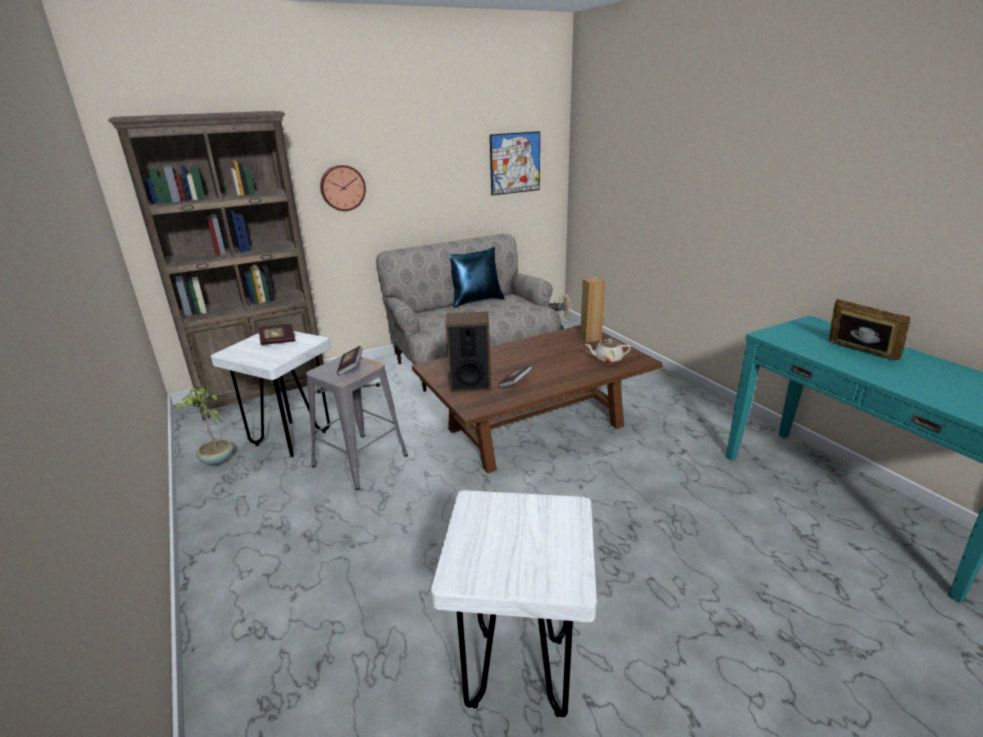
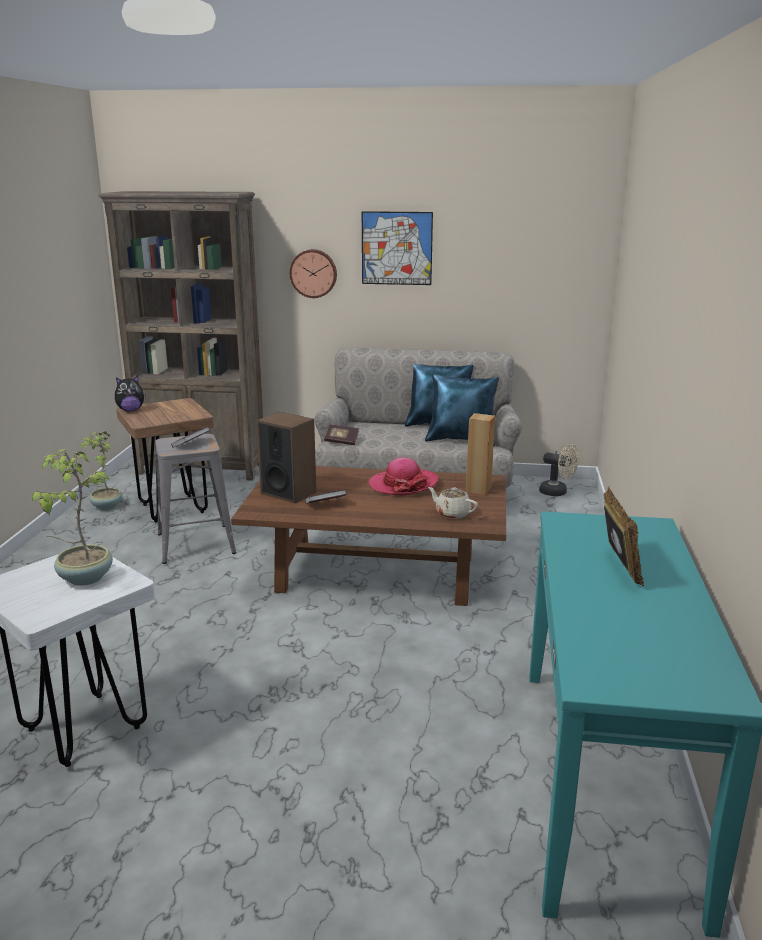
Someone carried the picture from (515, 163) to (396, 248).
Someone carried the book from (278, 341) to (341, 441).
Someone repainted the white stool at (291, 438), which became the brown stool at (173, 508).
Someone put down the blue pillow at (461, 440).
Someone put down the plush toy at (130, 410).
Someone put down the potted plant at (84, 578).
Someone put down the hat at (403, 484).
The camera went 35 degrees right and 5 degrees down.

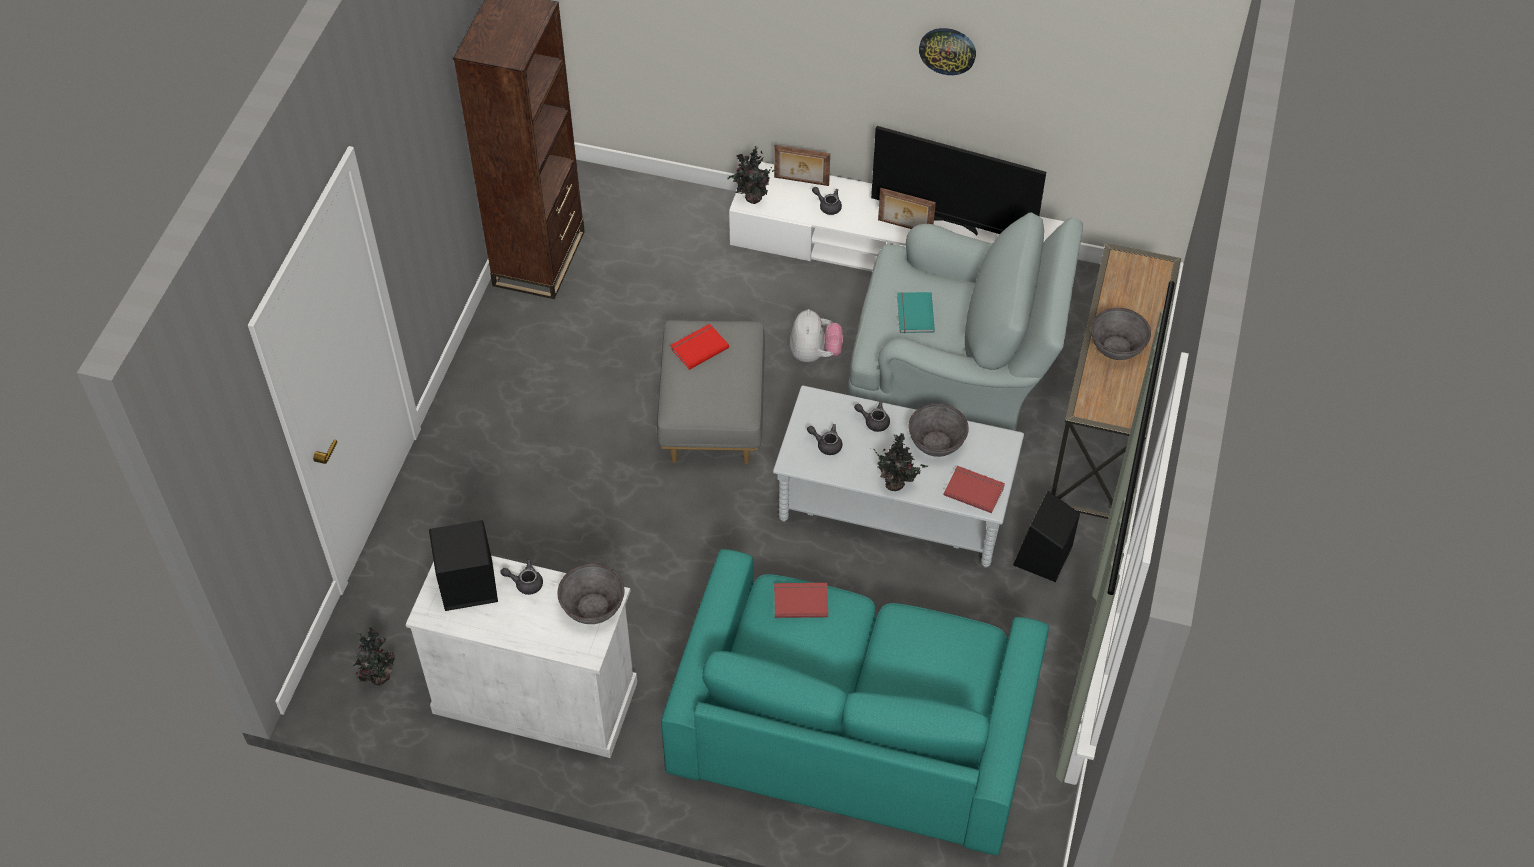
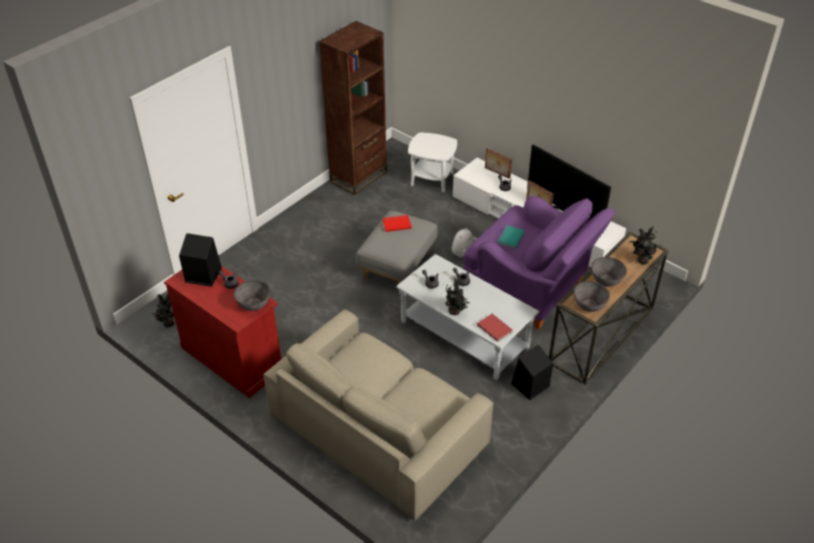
Someone took away the wall clock at (947, 50).
Someone carried the potted plant from (752, 199) to (641, 261).
Someone repainted the grey armchair at (955, 384), which became the purple armchair at (530, 291).
Someone carried the grey bowl from (936, 442) to (589, 305).
Someone repainted the turquoise sofa at (854, 725), which became the beige sofa at (379, 429).
Someone repainted the white cabinet at (535, 697), which became the red cabinet at (232, 358).
Someone took away the red book at (800, 600).
Someone put down the white side table at (431, 179).
The camera went 25 degrees right and 10 degrees down.

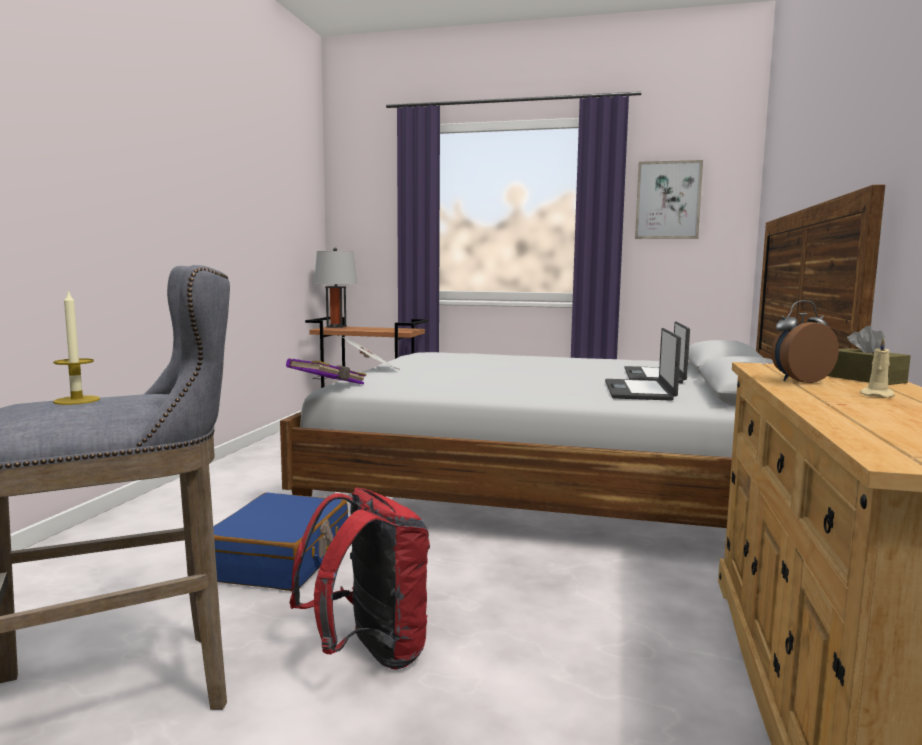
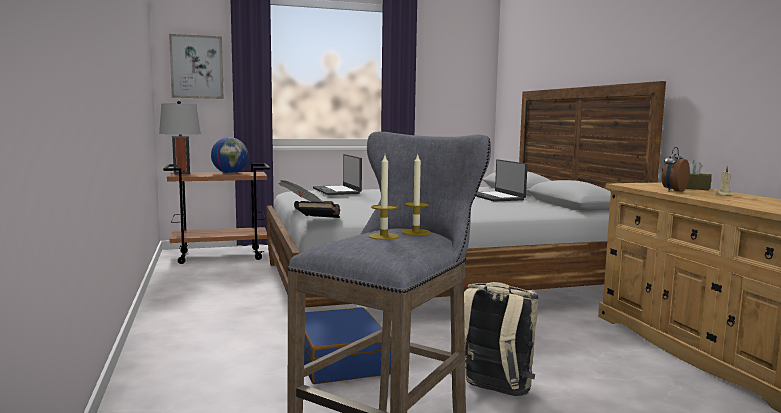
Someone carried the picture from (668, 200) to (197, 67).
Someone carried the laptop from (640, 391) to (337, 191).
Someone repainted the purple book at (328, 386), which became the black book at (319, 221).
Someone repainted the red backpack at (369, 653), which became the beige backpack at (493, 393).
Someone put down the globe at (230, 173).
Someone put down the candle at (416, 232).
The camera went 30 degrees left and 0 degrees up.

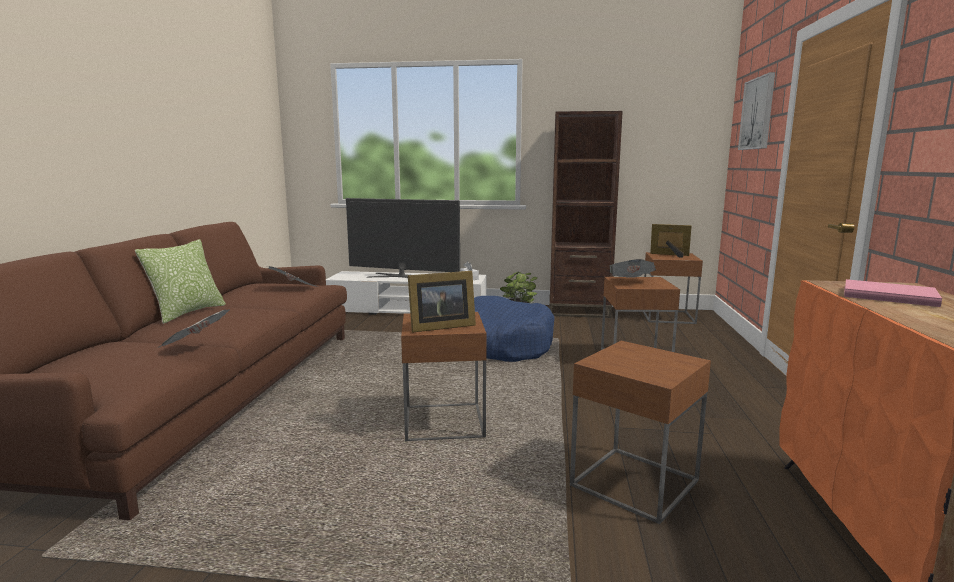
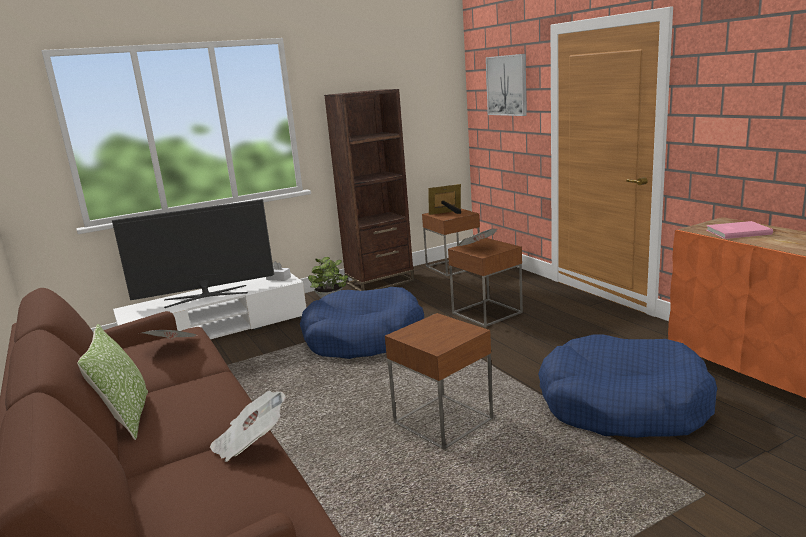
Someone took away the picture frame at (439, 326).
Someone swapped the brown side table at (634, 483) for the blue dog bed at (622, 404).
The camera went 35 degrees left and 5 degrees up.

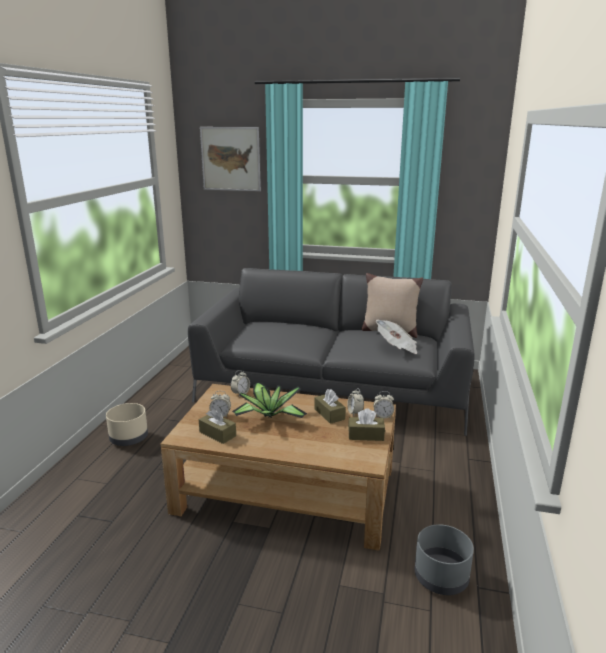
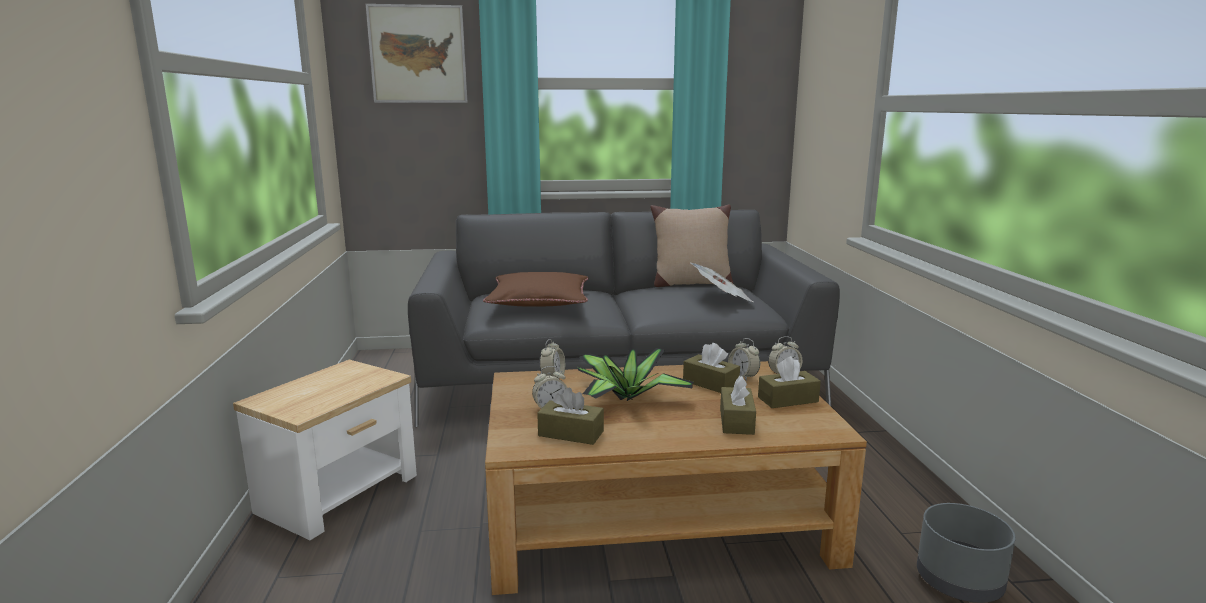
Someone swapped the beige planter at (129, 438) for the side table at (339, 495).
Someone put down the brown pillow at (539, 300).
Someone put down the brown tissue box at (736, 421).
The camera went 20 degrees left and 5 degrees down.

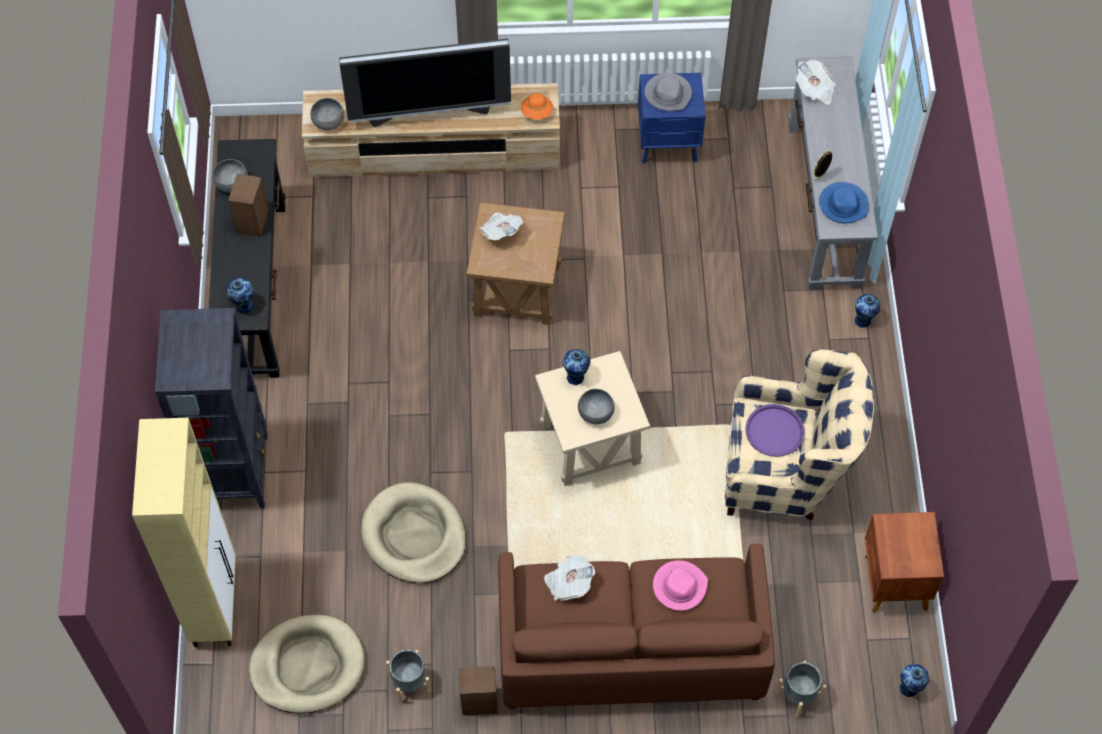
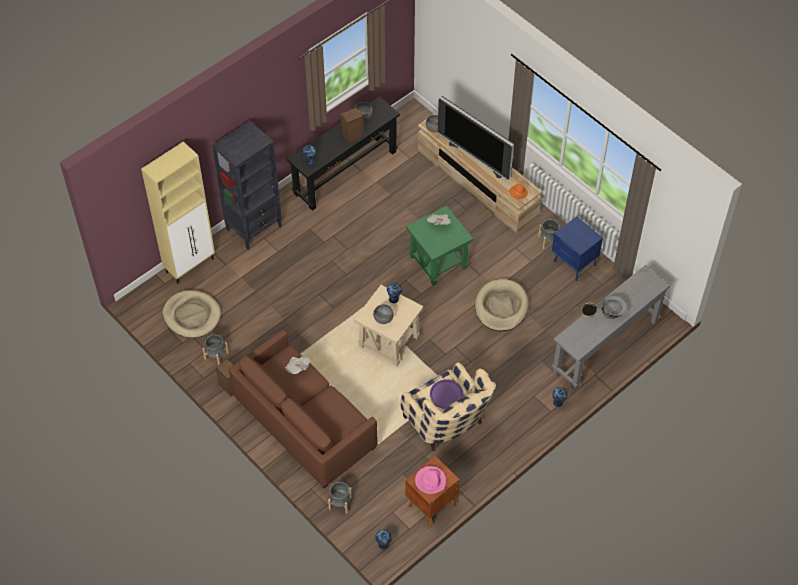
Someone took away the newspaper at (815, 89).
Someone took away the grey hat at (668, 94).
Someone took away the blue hat at (843, 204).
Someone repainted the brown side table at (518, 289), which became the green side table at (439, 262).
Someone carried the beige dog bed from (414, 536) to (501, 307).
Someone carried the pink hat from (679, 586) to (430, 481).
Someone put down the grey planter at (548, 240).
Someone put down the grey bowl at (613, 311).
The camera went 50 degrees right and 5 degrees down.

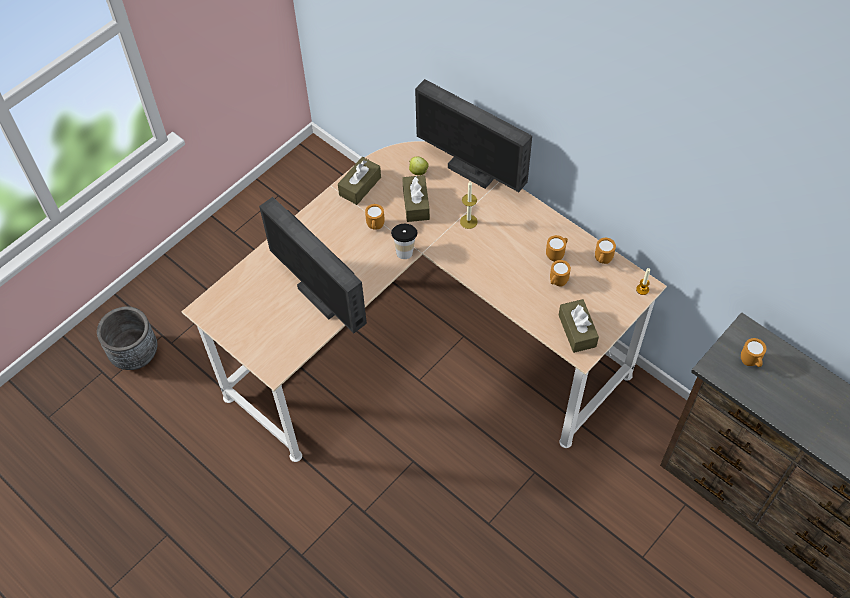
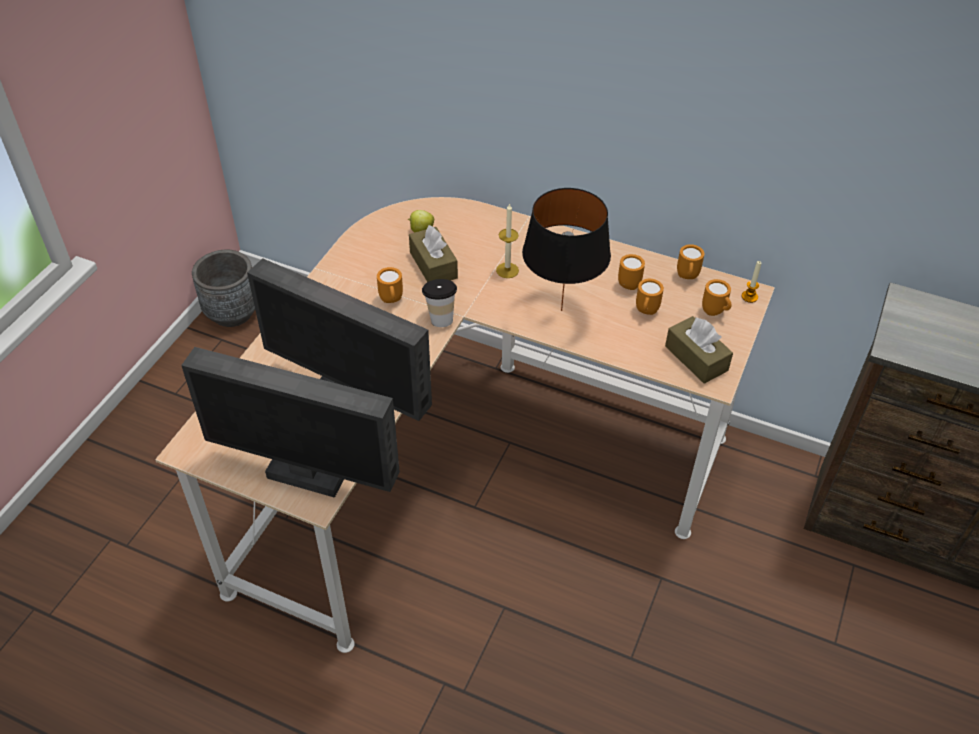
Someone carried the monitor from (471, 172) to (307, 476).
Someone took away the brown tissue box at (360, 186).
Someone carried the grey planter from (135, 354) to (232, 313).
Someone carried the orange mug from (750, 363) to (715, 313).
Someone put down the black table lamp at (561, 311).
The camera went 20 degrees left and 10 degrees down.

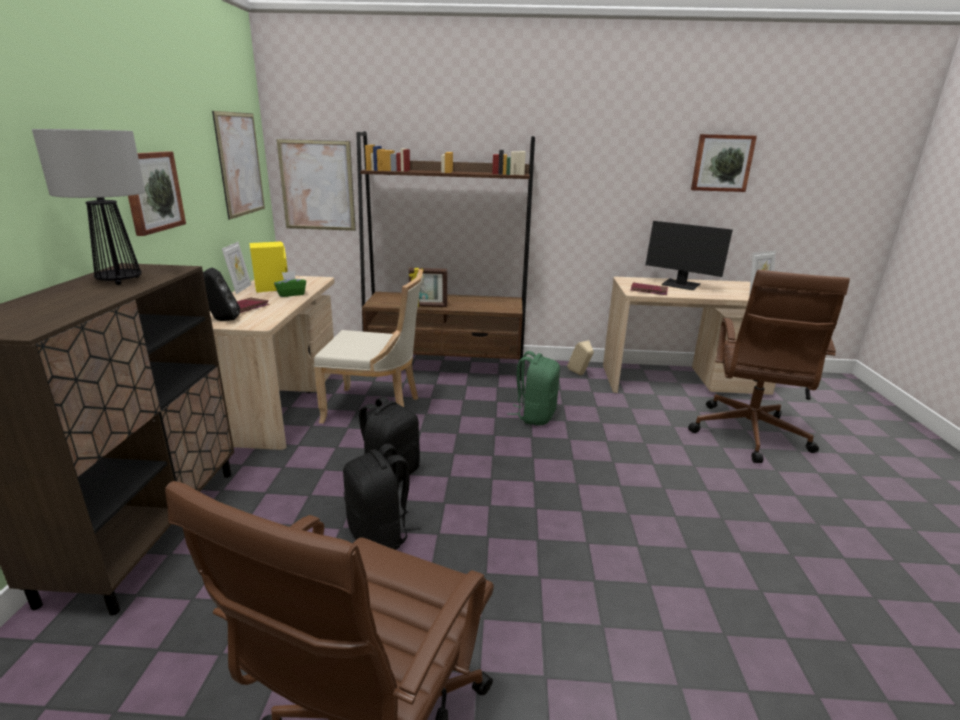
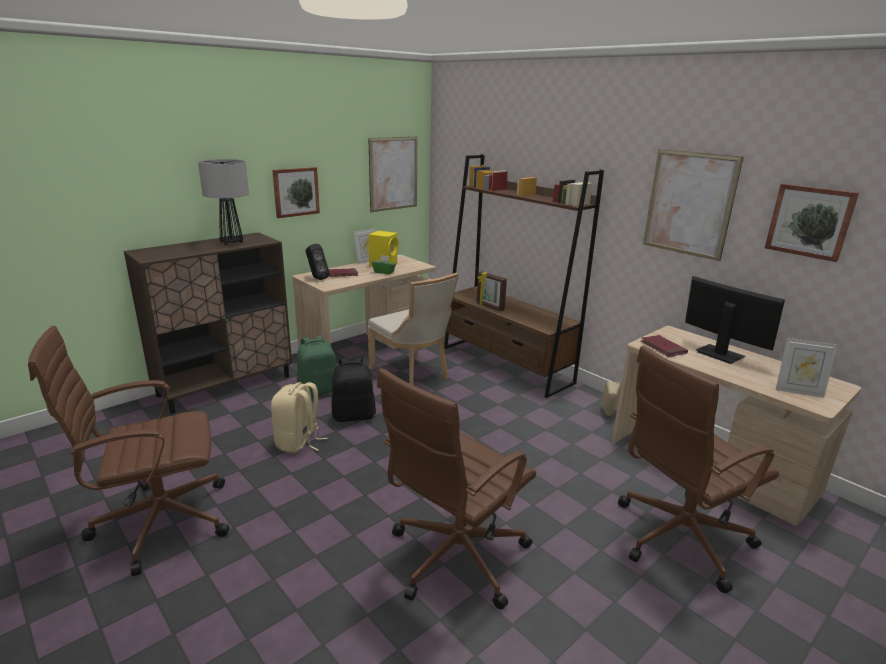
Someone carried the picture from (317, 186) to (689, 204).
Someone rotated the monitor at (680, 285) by 150 degrees clockwise.
Someone carried the green backpack from (535, 415) to (318, 390).
Someone repainted the black backpack at (380, 535), which became the beige backpack at (298, 442).
Someone put down the brown office chair at (454, 558).
The camera went 45 degrees right and 0 degrees up.

